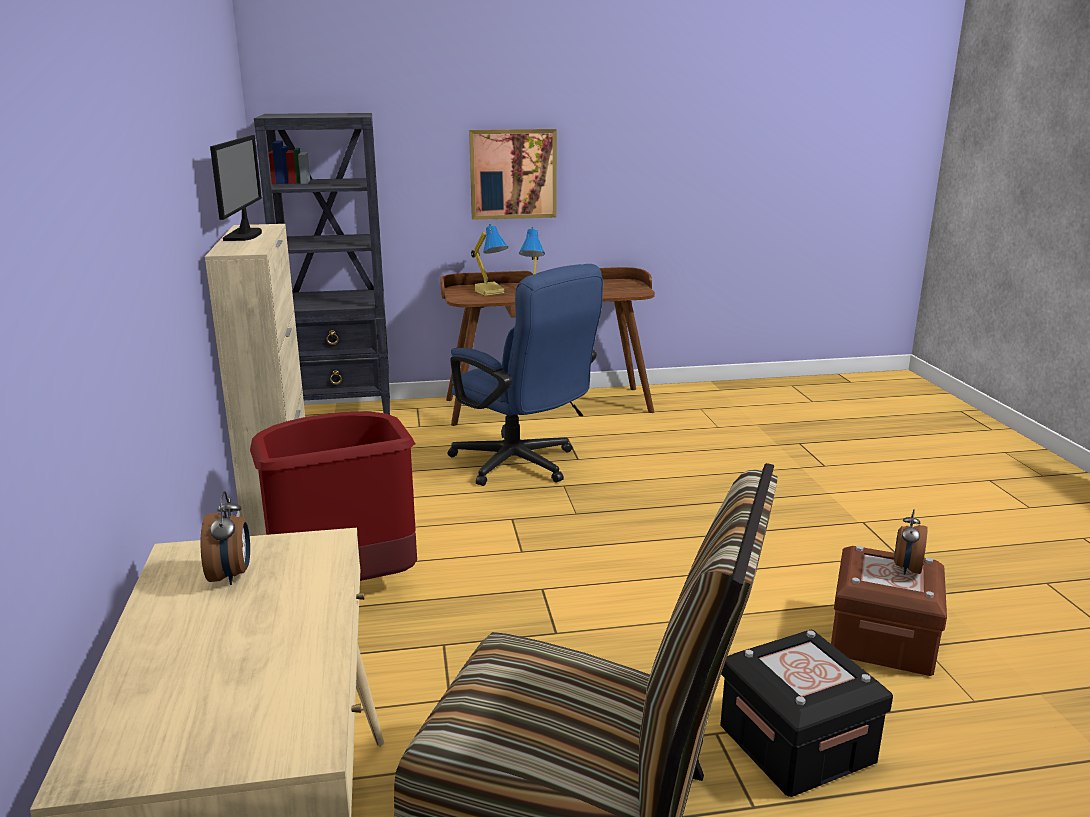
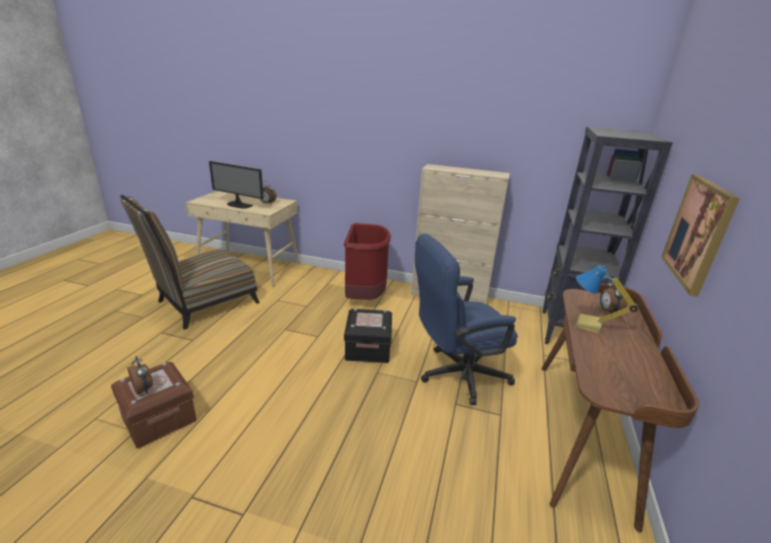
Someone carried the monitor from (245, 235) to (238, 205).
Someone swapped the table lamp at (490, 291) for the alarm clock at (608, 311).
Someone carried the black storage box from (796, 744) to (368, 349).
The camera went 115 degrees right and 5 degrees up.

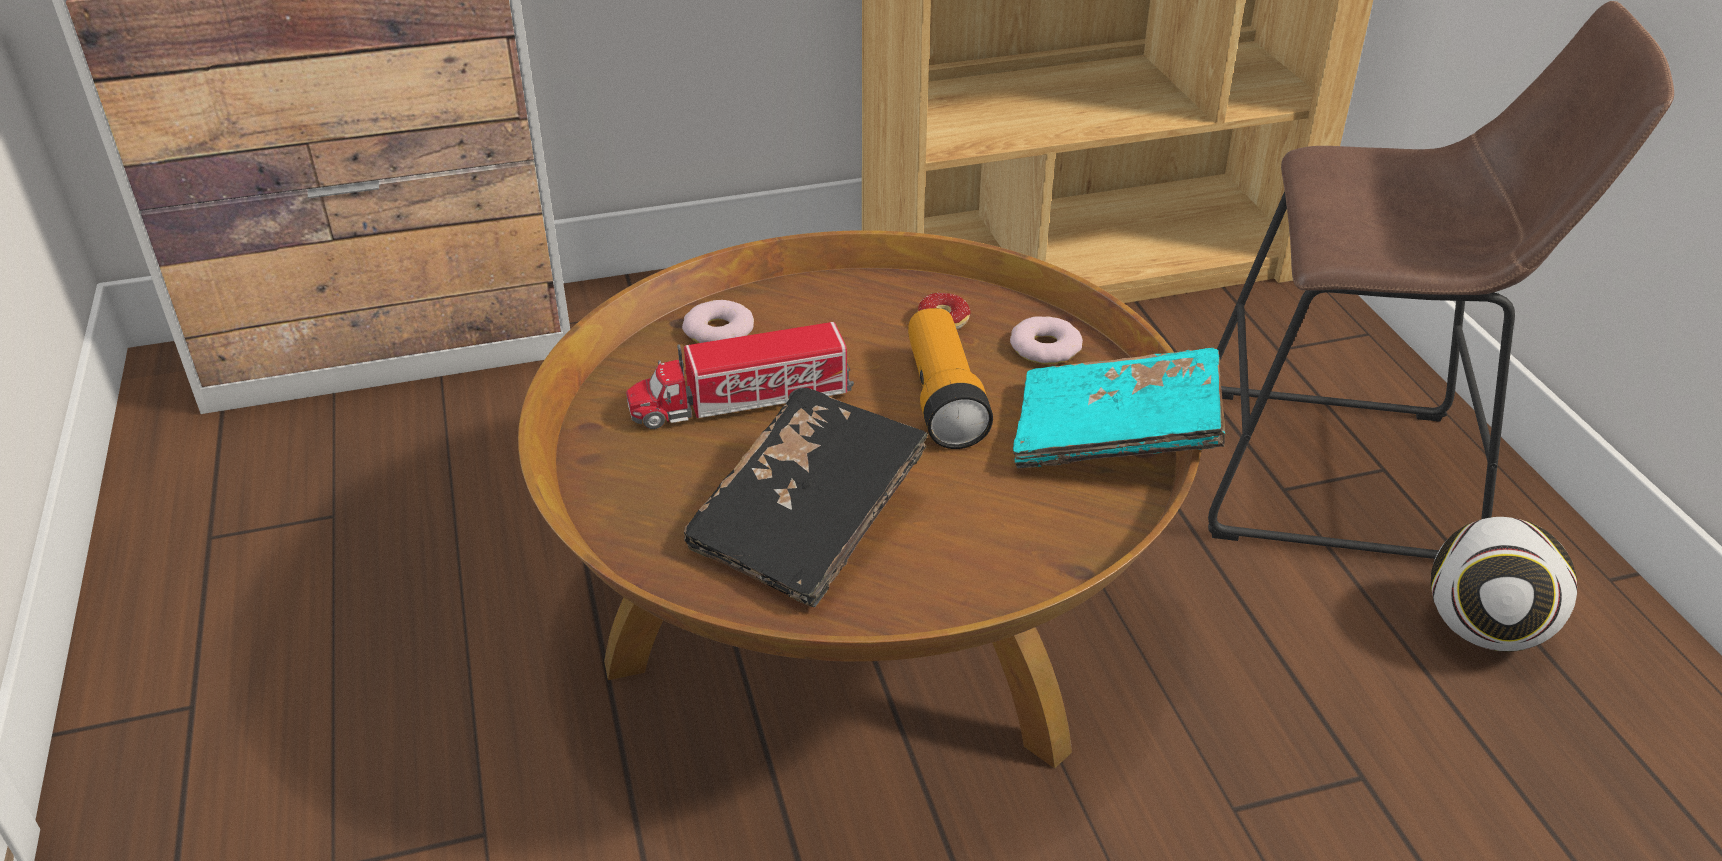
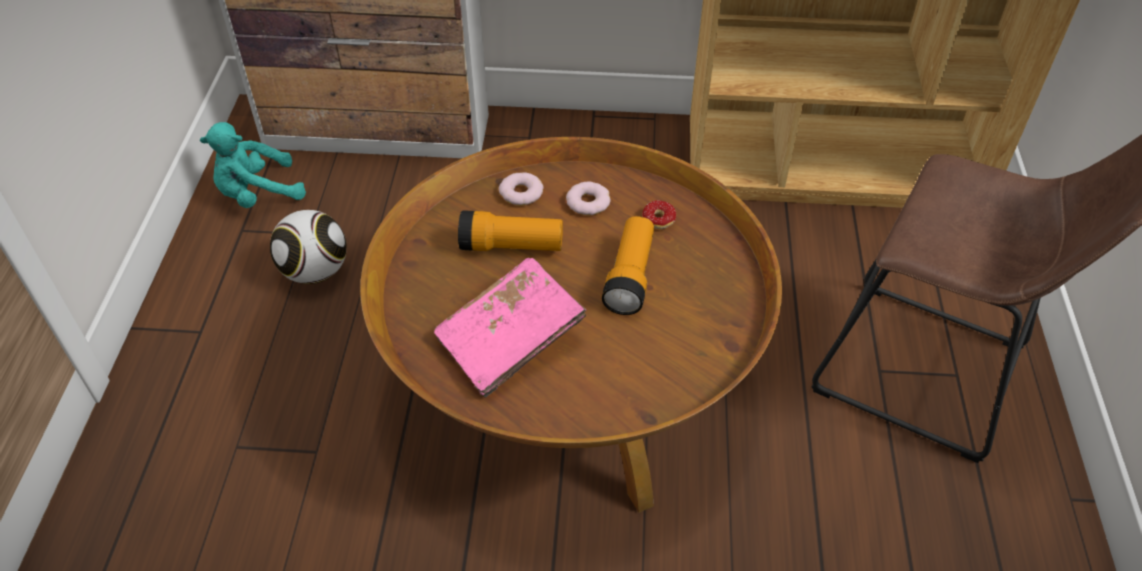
Someone carried the donut from (1044, 347) to (588, 202).
Someone swapped the toy truck at (741, 400) for the flashlight at (511, 246).
Someone took away the turquoise book at (1116, 438).
Someone repainted the black book at (808, 522), which became the pink book at (510, 339).
Someone carried the football from (1484, 629) to (316, 271).
Someone put down the turquoise plush toy at (257, 194).
The camera went 20 degrees right and 10 degrees up.

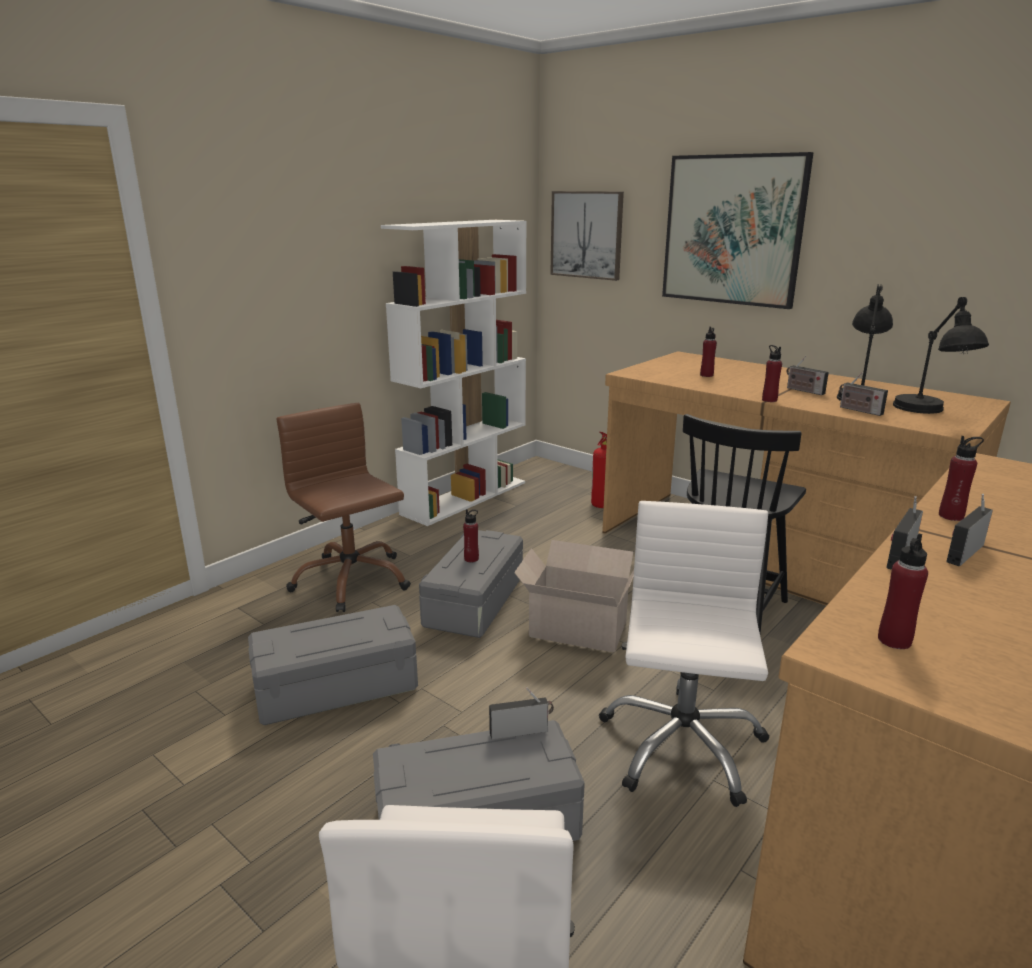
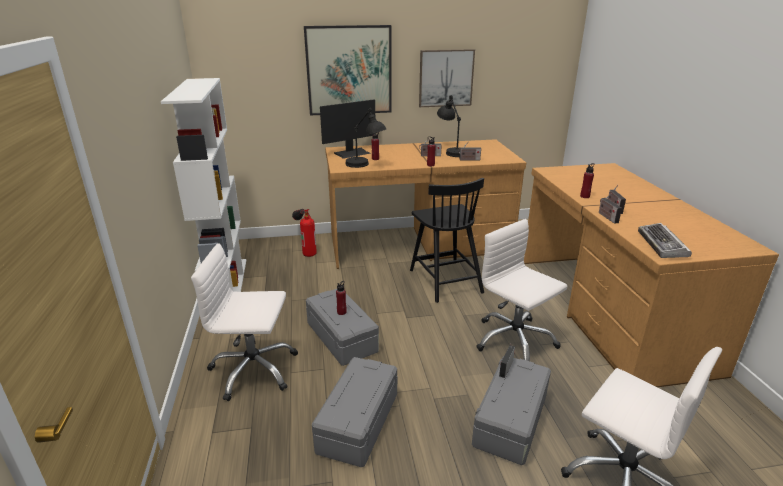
Someone carried the picture from (587, 235) to (446, 78).
Someone carried the black table lamp from (929, 413) to (365, 166).
Someone repainted the brown office chair at (350, 580), which became the white office chair at (253, 370).
Someone swapped the red bottle at (894, 640) for the keyboard at (662, 245).
Someone took away the cardboard box at (575, 628).
Someone put down the monitor at (352, 153).
The camera went 50 degrees left and 5 degrees up.

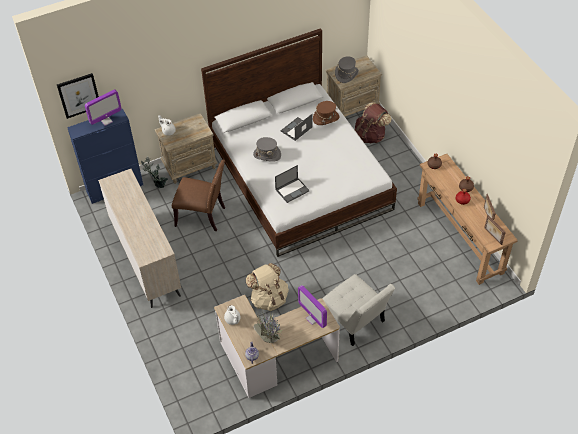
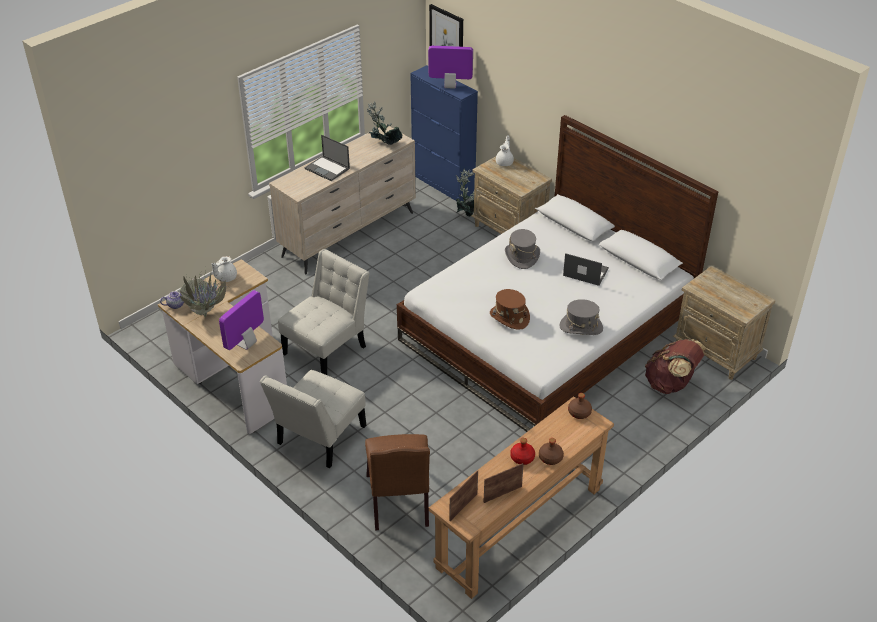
Someone carried the grey hat from (346, 74) to (581, 327).
Someone rotated the monitor at (106, 121) by 150 degrees clockwise.
Someone carried the brown hat from (326, 118) to (509, 317).
Someone carried the brown chair from (203, 216) to (400, 503).
Someone carried the laptop from (292, 190) to (327, 169).
Someone swapped the beige backpack at (269, 298) for the white chair at (328, 348).
Someone put down the potted plant at (384, 145).
The camera went 70 degrees right and 10 degrees down.

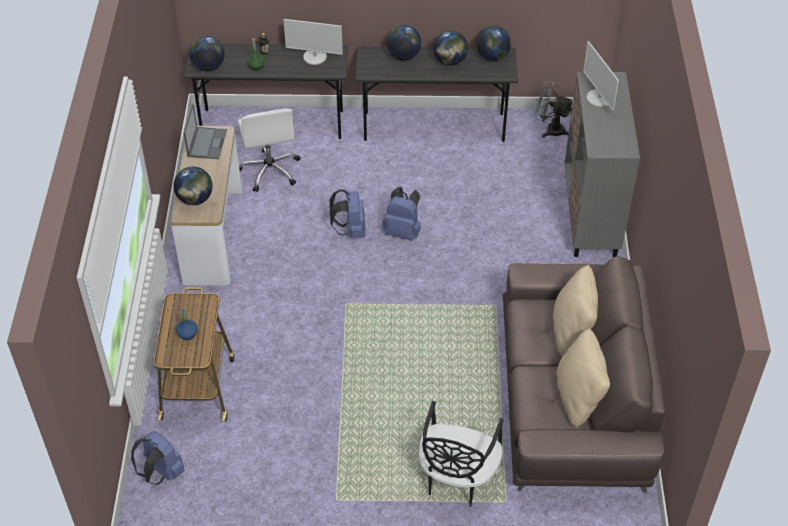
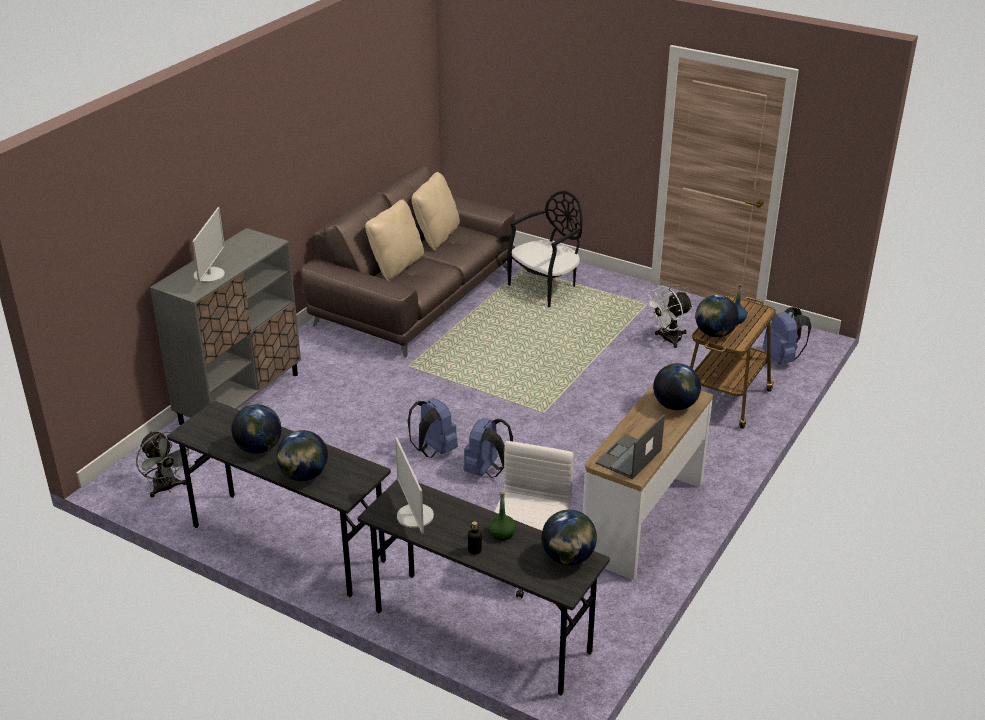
Someone rotated the monitor at (315, 57) by 150 degrees counterclockwise.
Someone carried the globe from (492, 56) to (714, 334).
Someone put down the white fan at (667, 340).
The camera went 150 degrees left and 15 degrees down.

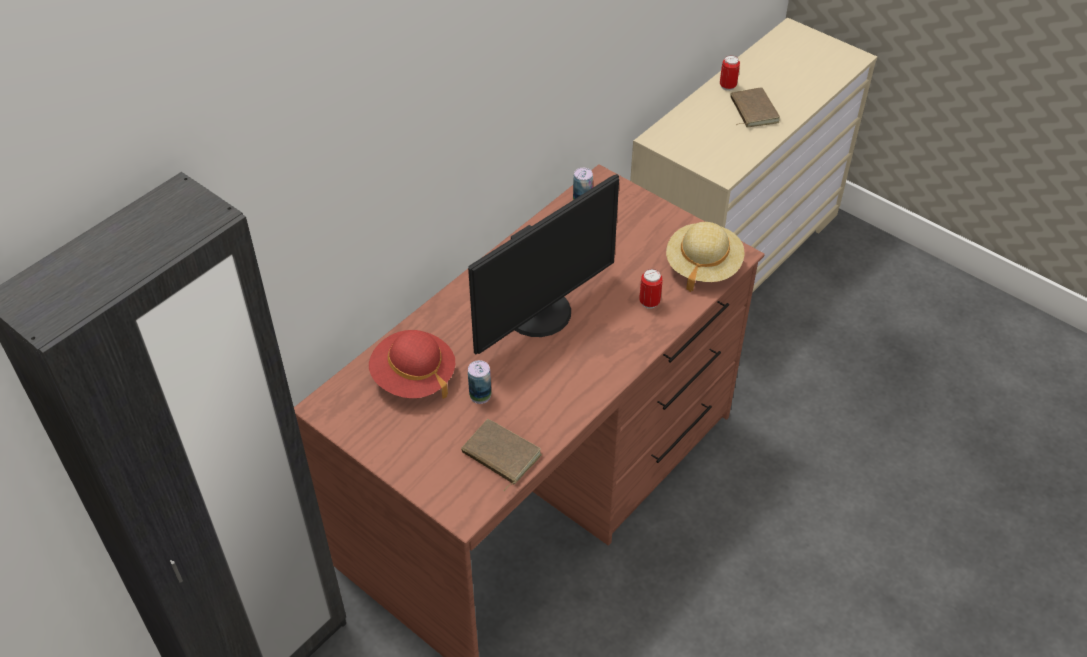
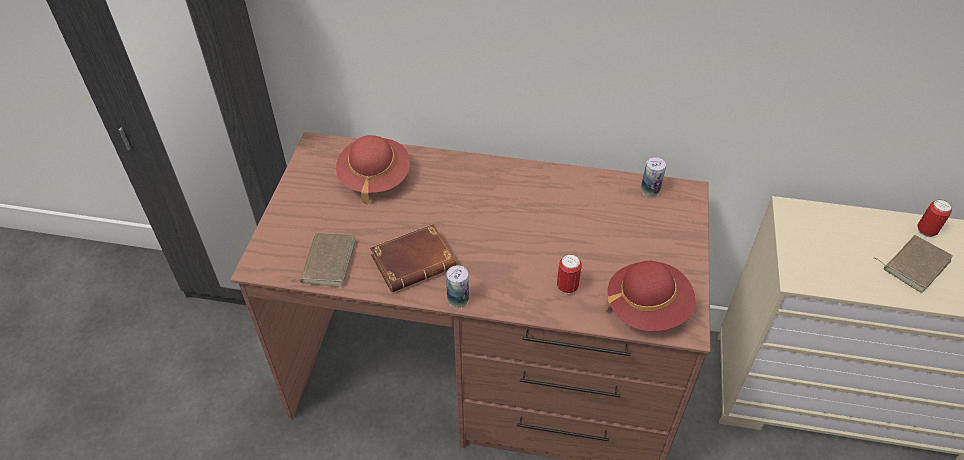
Someone took away the monitor at (540, 314).
Someone repainted the beige hat at (703, 266), which became the red hat at (647, 308).
Someone carried the can from (480, 395) to (458, 300).
Someone put down the brown book at (414, 261).
The camera went 60 degrees right and 0 degrees up.

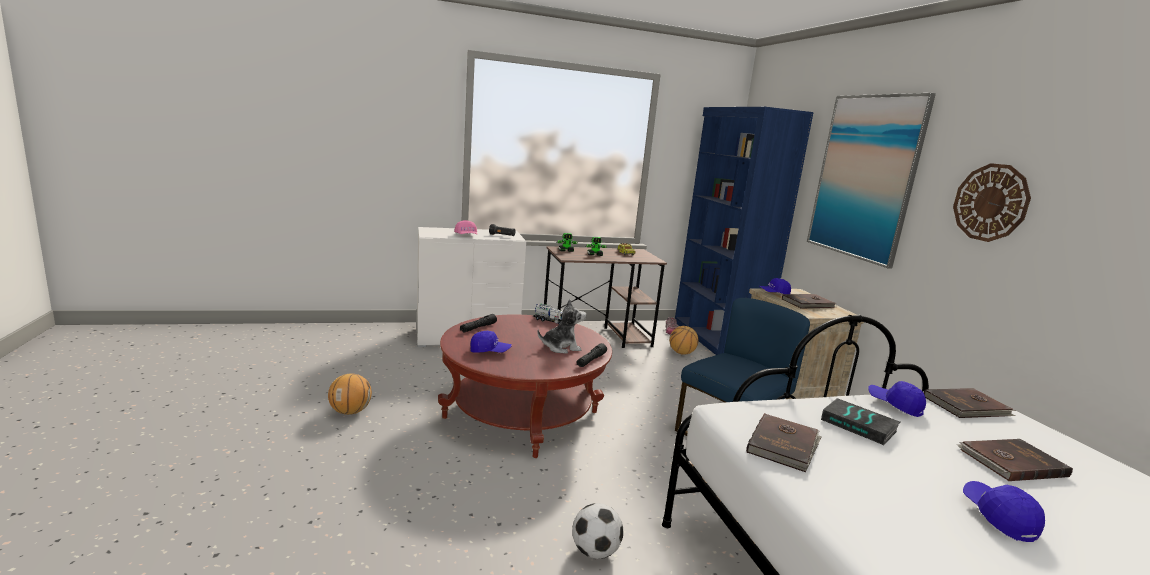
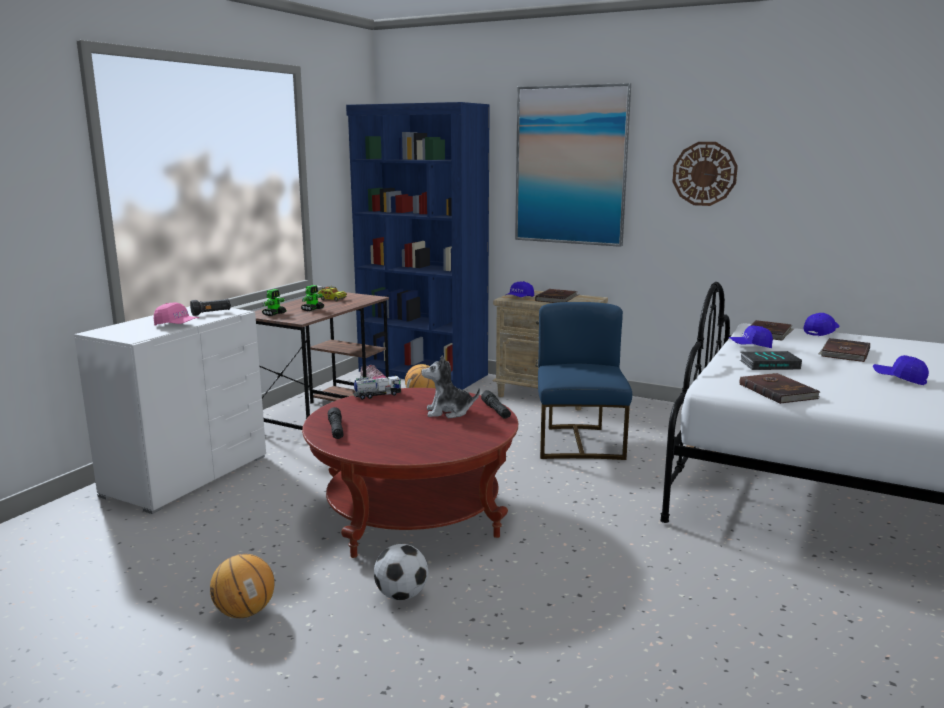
Someone rotated the plush toy at (561, 347) by 120 degrees counterclockwise.
Someone carried the blue cap from (490, 351) to (821, 332).
Someone carried the football from (595, 551) to (401, 595).
The camera went 45 degrees left and 0 degrees up.

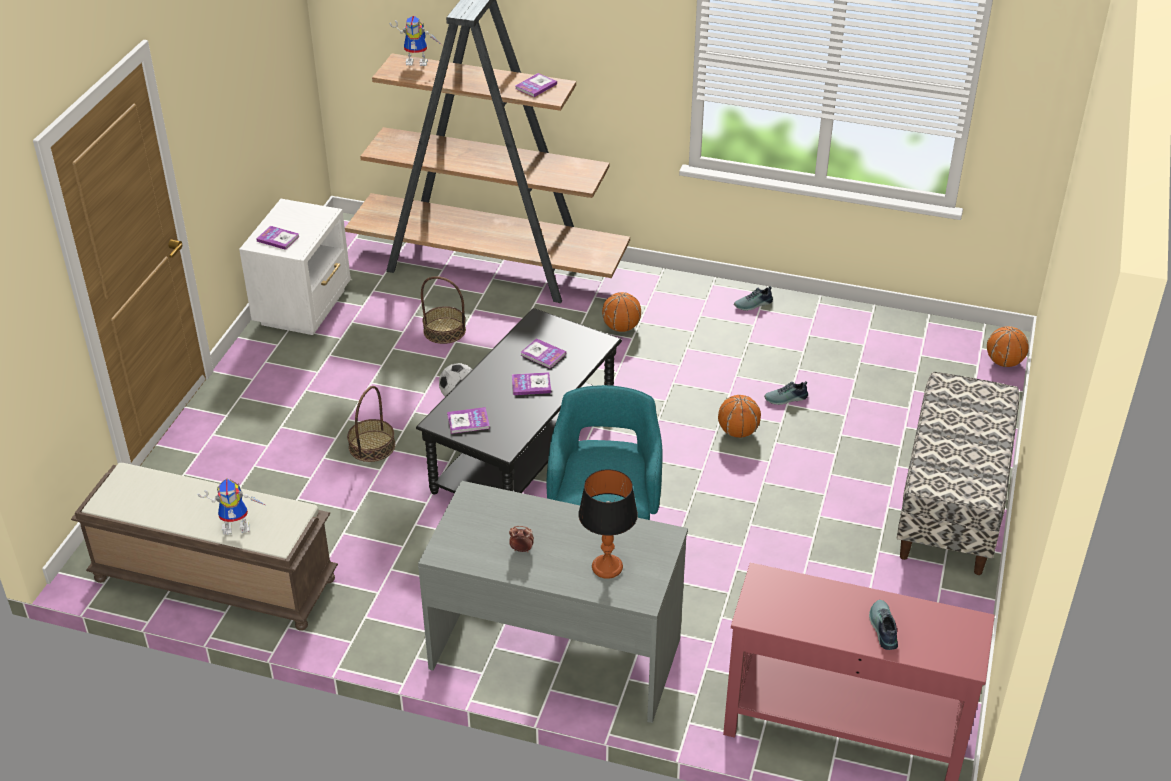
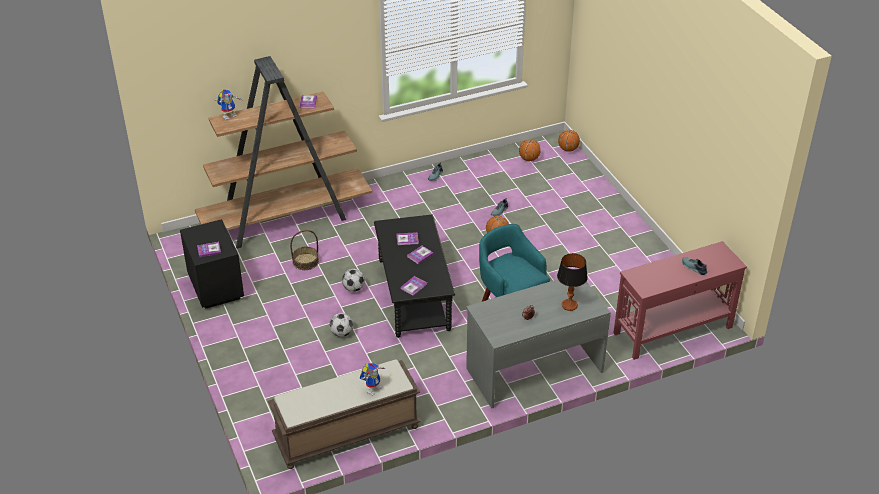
Someone repainted the white nightstand at (305, 307), which became the black nightstand at (216, 287).
Someone carried the basketball from (621, 327) to (529, 159).
Someone took away the bench at (951, 504).
Someone swapped the basket at (372, 446) for the football at (342, 333).
The camera went 40 degrees left and 0 degrees up.

